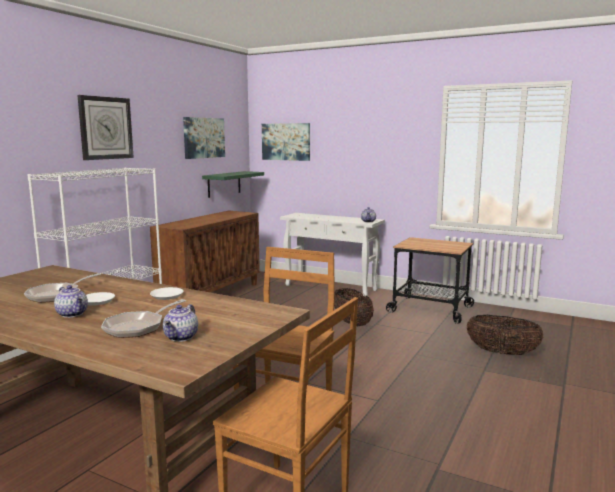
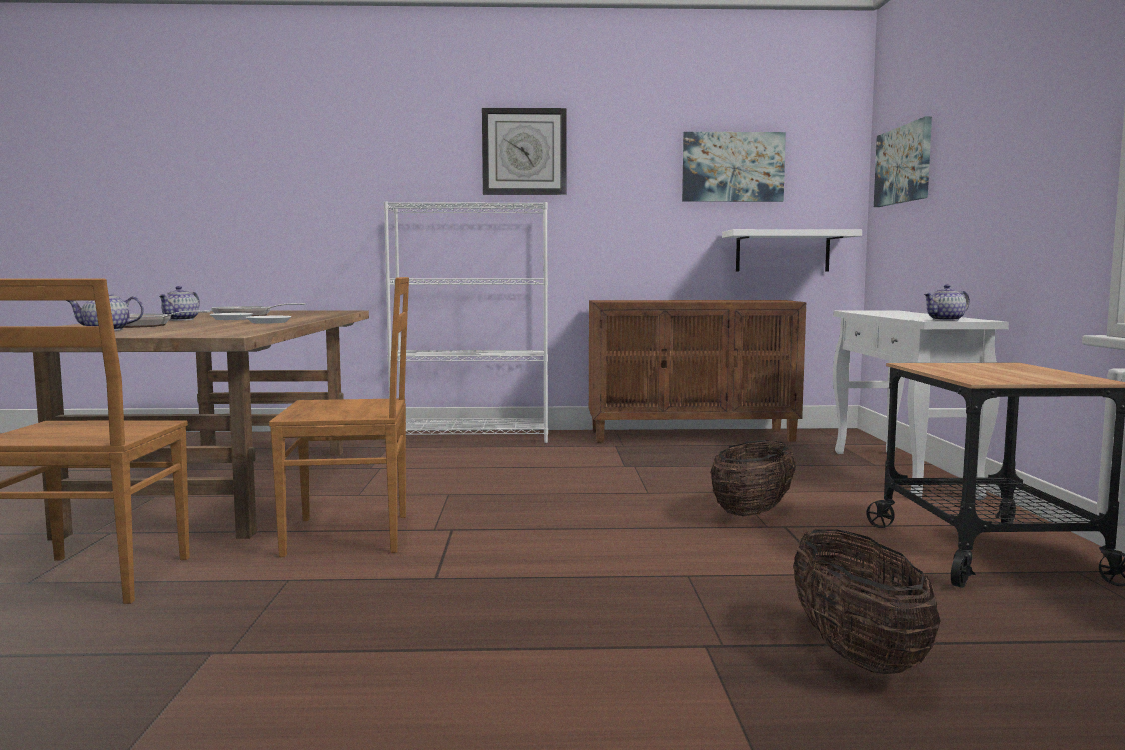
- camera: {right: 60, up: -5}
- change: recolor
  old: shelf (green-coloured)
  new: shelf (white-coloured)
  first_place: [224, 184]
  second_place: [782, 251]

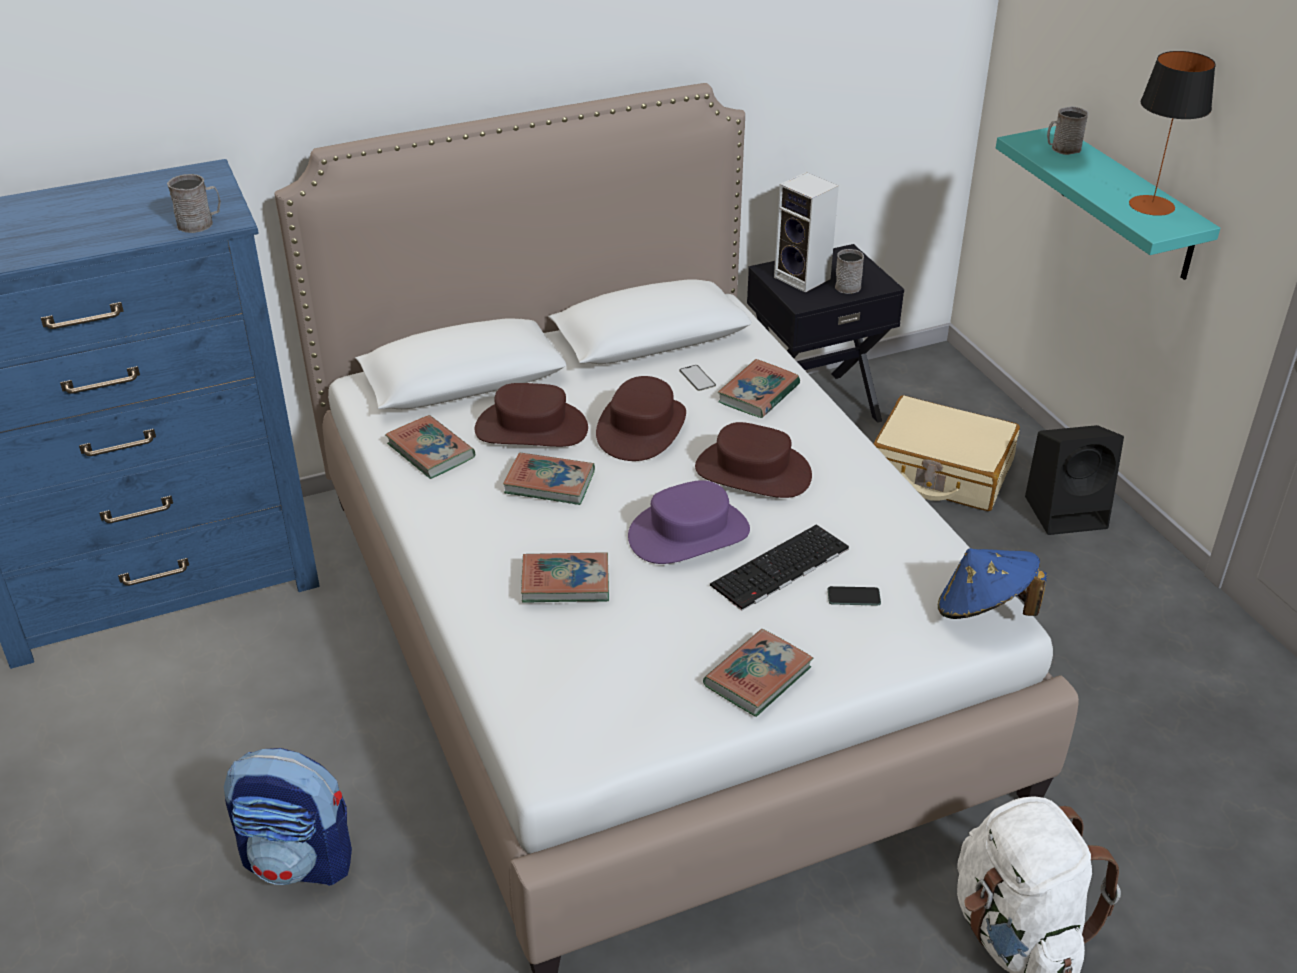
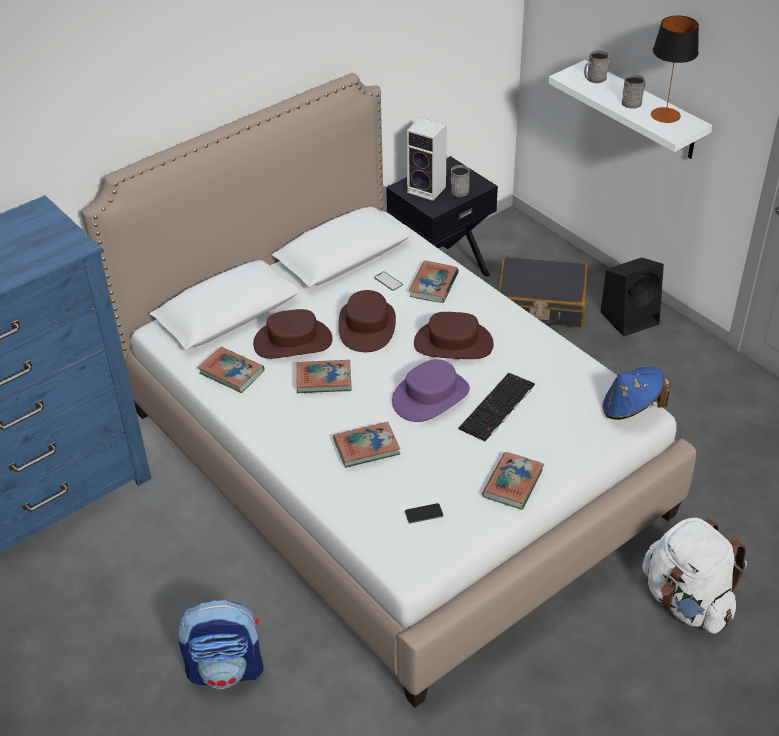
- camera: {right: -15, up: 5}
- change: move
  old: telephone
  first_place: [853, 597]
  second_place: [424, 514]
- change: recolor
  old: suitcase (beige-coloured)
  new: suitcase (black-coloured)
  first_place: [941, 470]
  second_place: [541, 304]
- change: recolor
  old: shelf (turquoise-coloured)
  new: shelf (white-coloured)
  first_place: [1128, 204]
  second_place: [643, 111]
- change: move
  old: tea mug (grey)
  first_place: [200, 223]
  second_place: [633, 102]

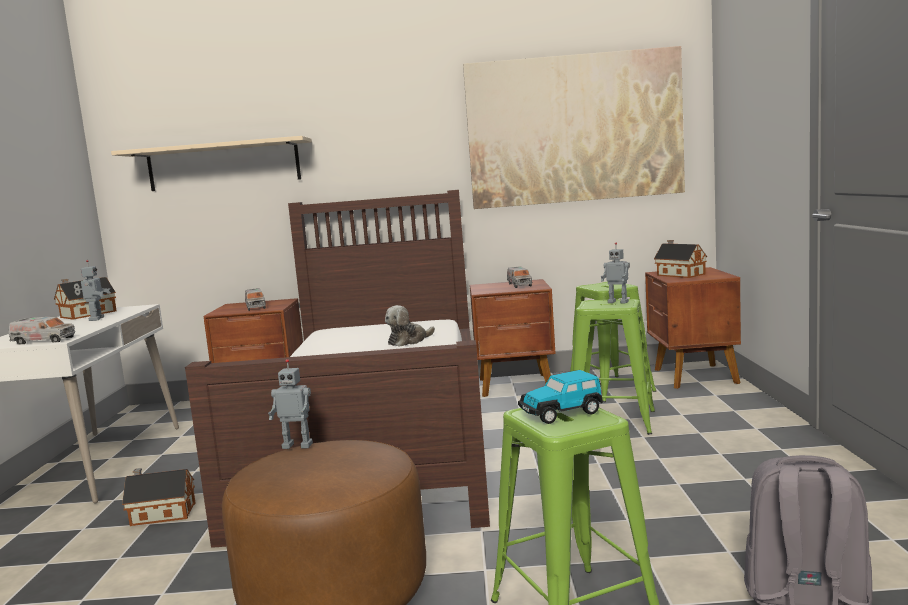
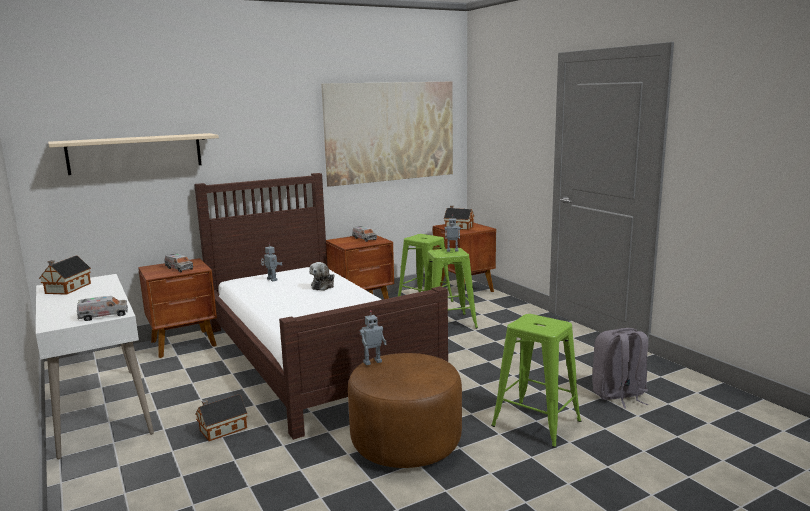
- camera: {right: -30, up: 5}
- change: move
  old: toy robot
  first_place: [95, 319]
  second_place: [271, 280]
- change: delete
  old: toy car
  first_place: [562, 412]

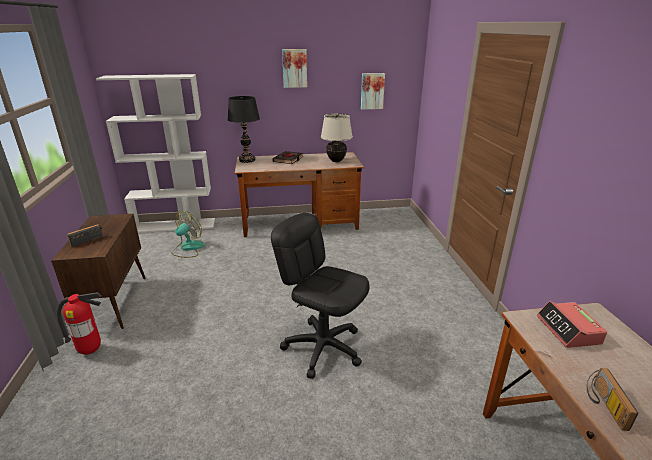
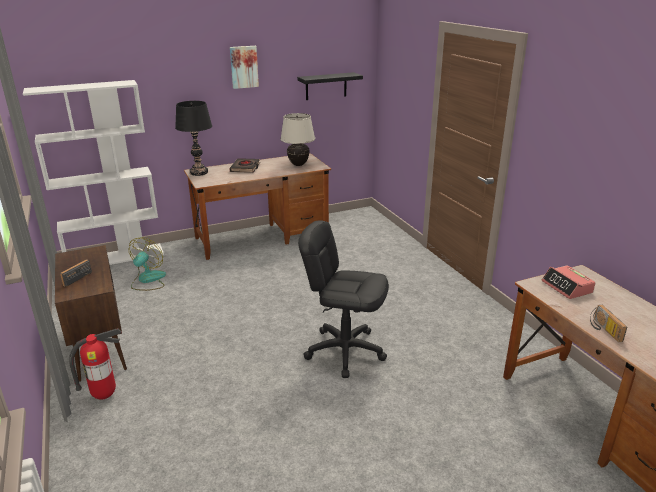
- camera: {right: -15, up: 0}
- change: replace
  old: wall art
  new: shelf (black-coloured)
  first_place: [372, 91]
  second_place: [326, 86]

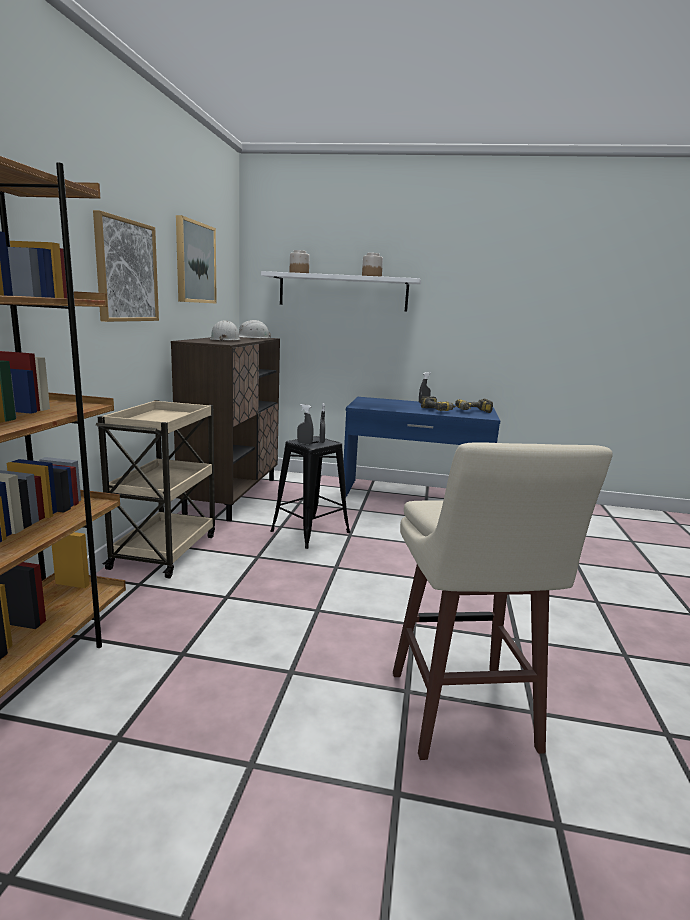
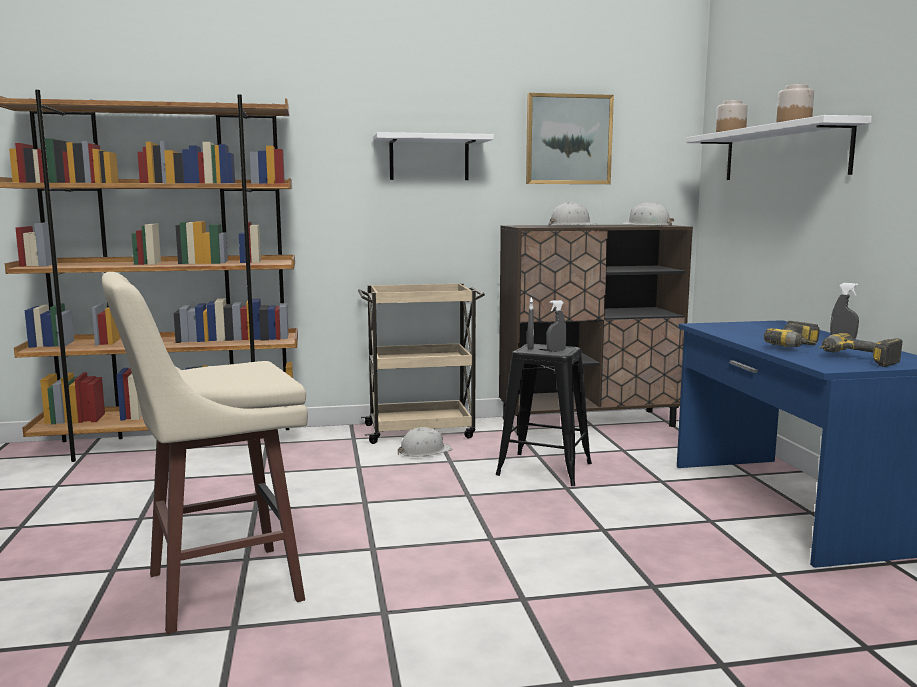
- camera: {right: 70, up: -5}
- change: replace
  old: wall art
  new: shelf (white-coloured)
  first_place: [126, 271]
  second_place: [429, 158]
- change: insert
  new: work helmet (white-coloured)
  second_place: [424, 451]

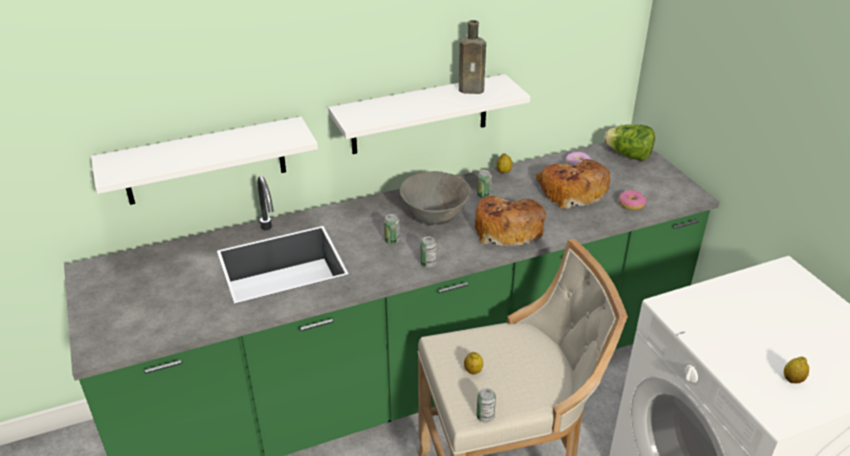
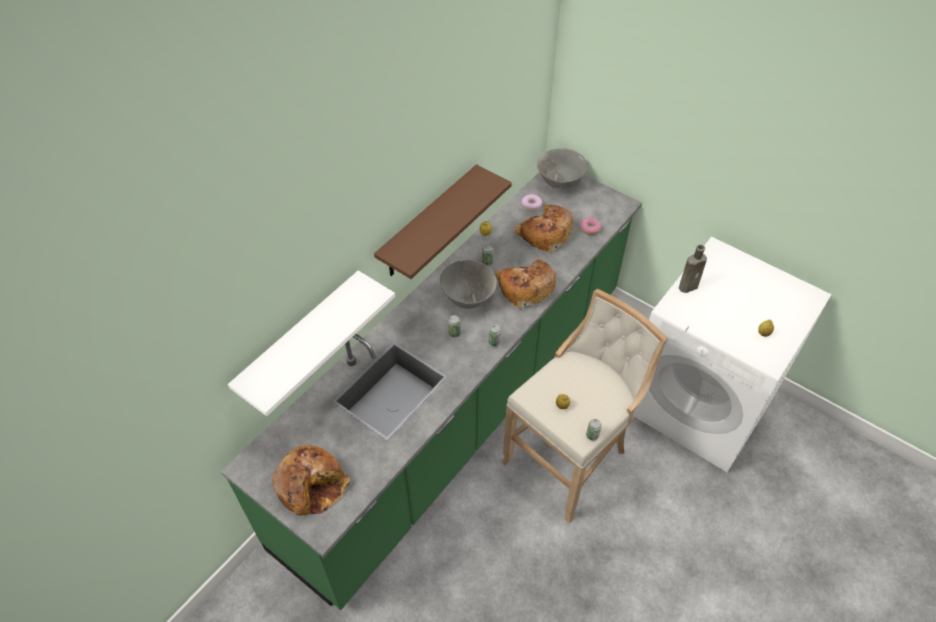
- camera: {right: -30, up: 15}
- change: insert
  new: bread
  second_place: [311, 484]
- change: recolor
  old: shelf (white-coloured)
  new: shelf (brownish)
  first_place: [420, 115]
  second_place: [428, 223]
- change: replace
  old: lettuce
  new: serving bowl (grey)
  first_place: [628, 155]
  second_place: [560, 182]
- change: move
  old: beverage bottle (brownish)
  first_place: [473, 90]
  second_place: [689, 286]

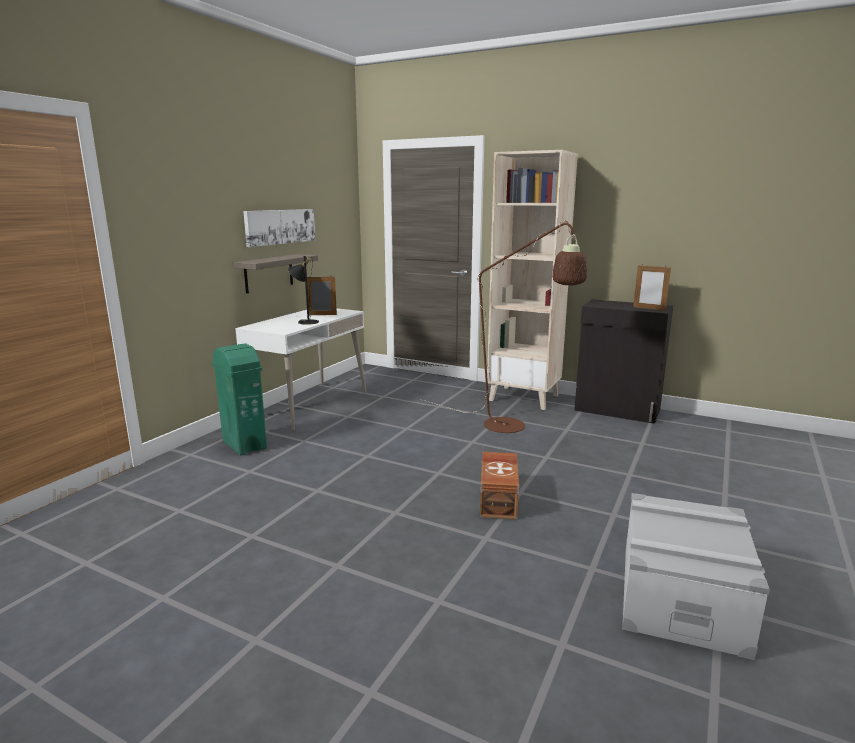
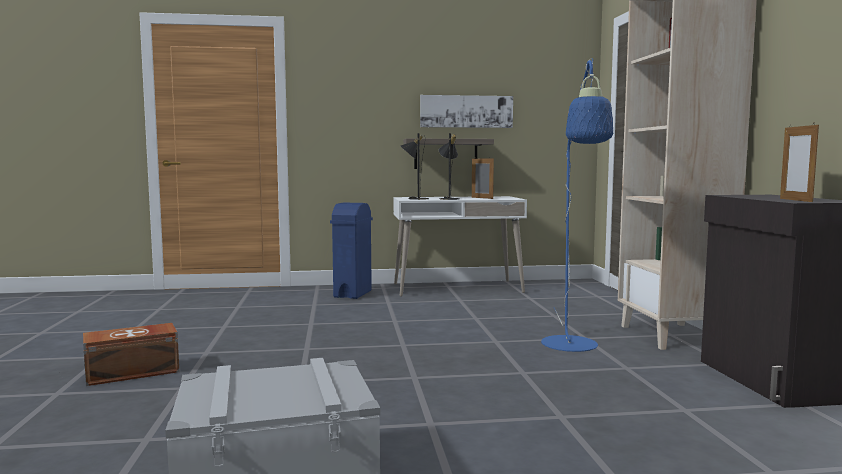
- camera: {right: 55, up: -10}
- change: move
  old: storage container (brownish)
  first_place: [499, 499]
  second_place: [134, 372]
- change: recolor
  old: rubbish bin (green-coloured)
  new: rubbish bin (blue)
  first_place: [244, 444]
  second_place: [353, 294]
- change: insert
  new: lamp for a table (black-coloured)
  second_place: [414, 198]
- change: recolor
  old: floor lamp (brownish)
  new: floor lamp (blue)
  first_place: [514, 427]
  second_place: [572, 348]

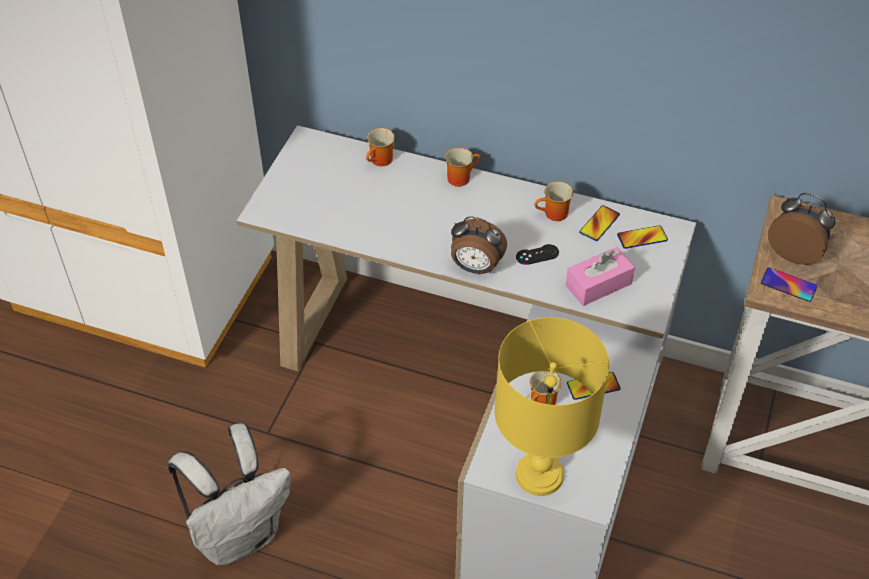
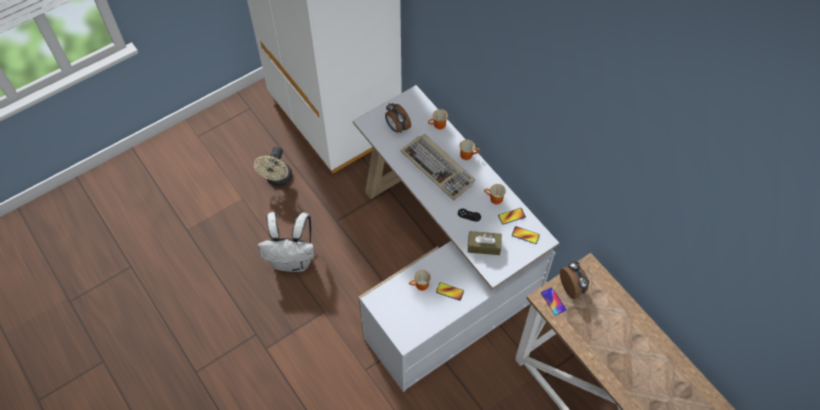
- camera: {right: 35, up: 10}
- change: insert
  new: cooling fan (beige-coloured)
  second_place: [278, 180]
- change: move
  old: bedside clock
  first_place: [475, 267]
  second_place: [397, 127]
- change: insert
  new: PC keyboard
  second_place: [438, 168]
- change: recolor
  old: tissue box (pinkish)
  new: tissue box (brownish)
  first_place: [598, 284]
  second_place: [484, 246]
- change: delete
  old: lamp for a table (yellowish)
  first_place: [539, 476]

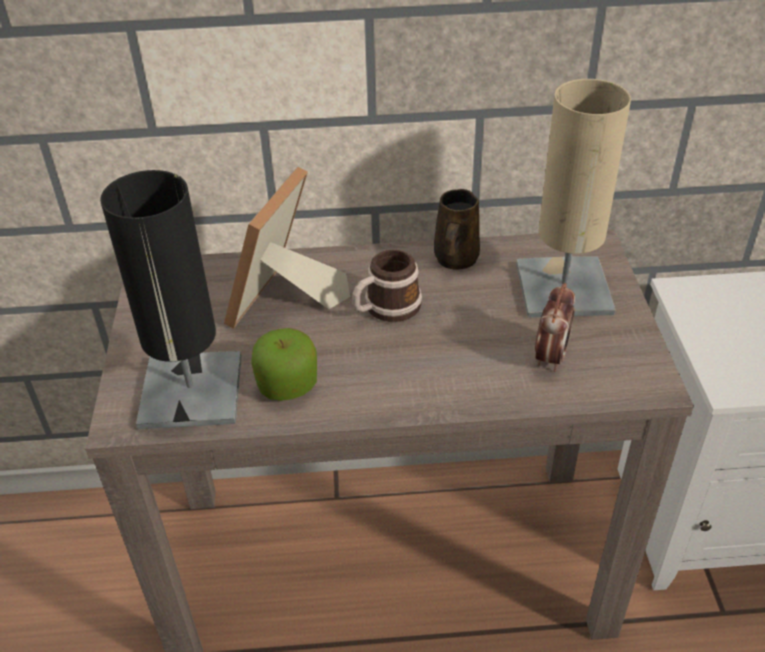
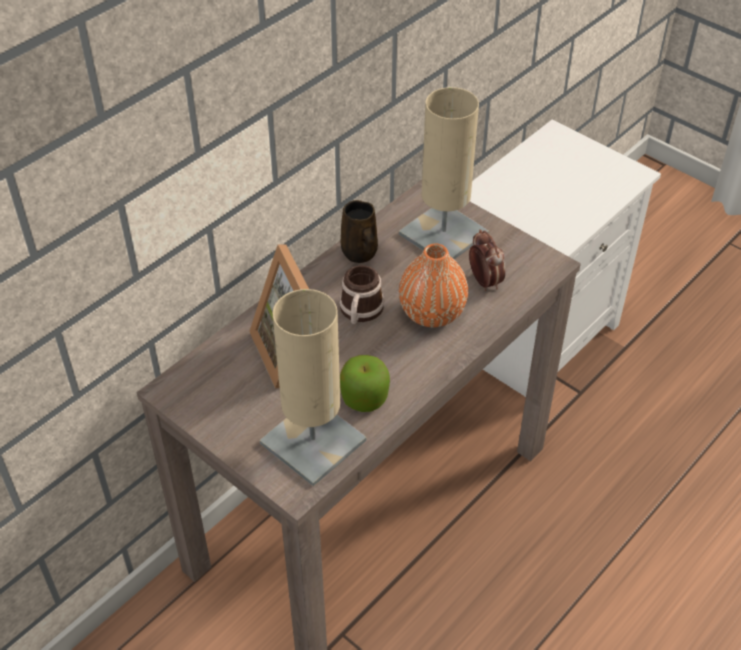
- camera: {right: -45, up: 5}
- change: recolor
  old: lamp for a table (black-coloured)
  new: lamp for a table (beige-coloured)
  first_place: [191, 391]
  second_place: [313, 442]
- change: insert
  new: flower vase (orange-coloured)
  second_place: [432, 313]

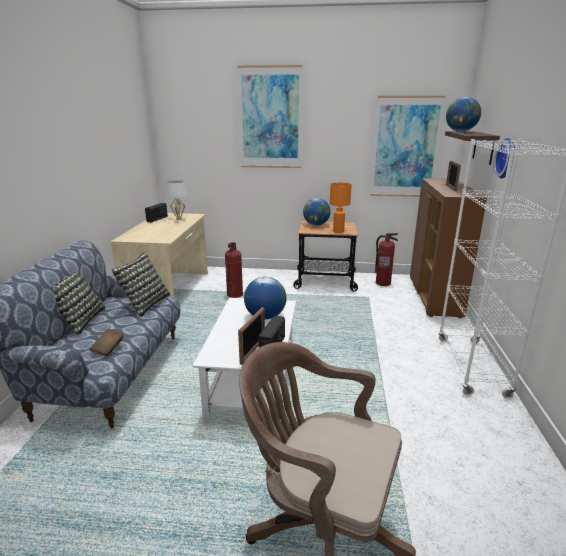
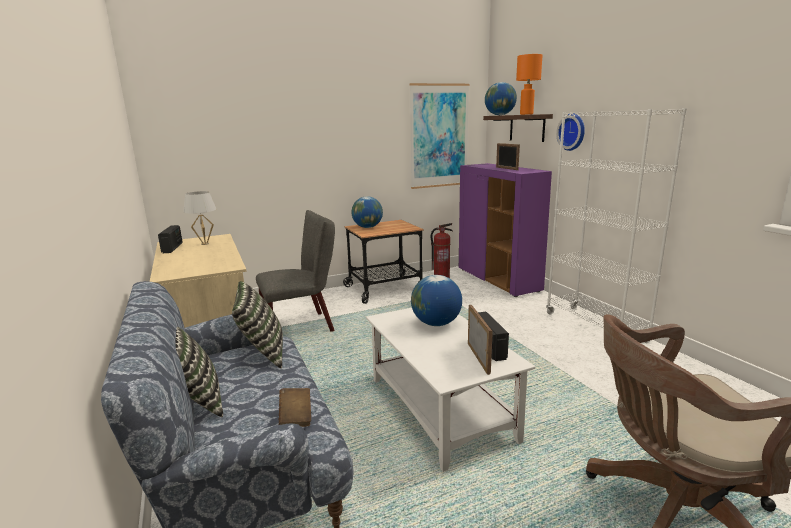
- camera: {right: -30, up: -5}
- change: replace
  old: fire-fighting cylinder
  new: plain chair (grey)
  first_place: [235, 294]
  second_place: [302, 326]
- change: recolor
  old: cabinet (brownish)
  new: cabinet (purple-coloured)
  first_place: [434, 297]
  second_place: [498, 280]
- change: move
  old: lamp for a table (orange-coloured)
  first_place: [338, 231]
  second_place: [526, 114]
- change: delete
  old: wall art
  first_place: [270, 118]

